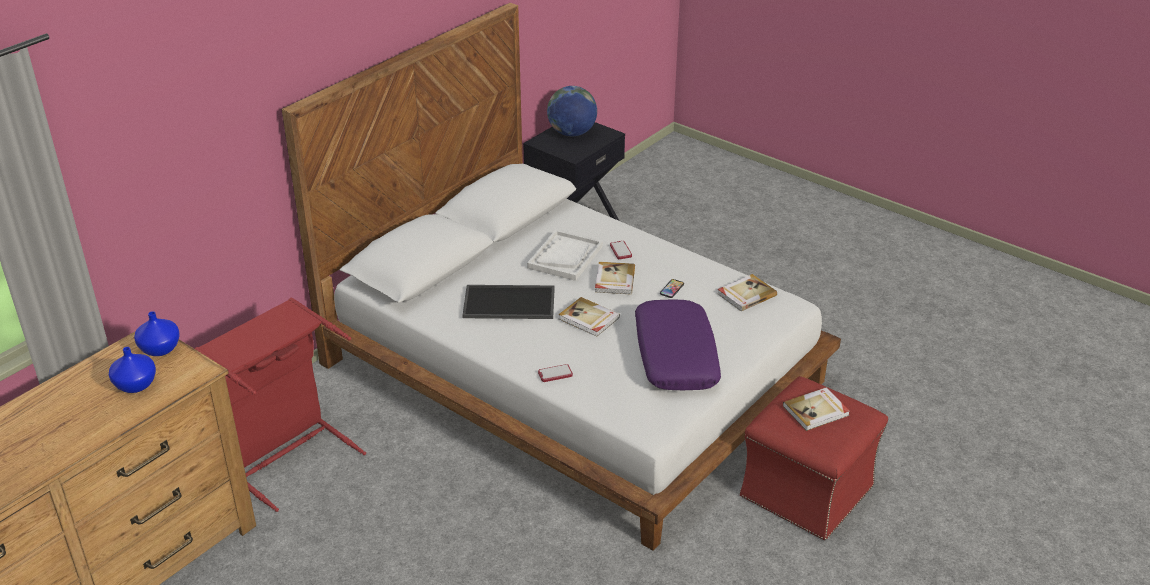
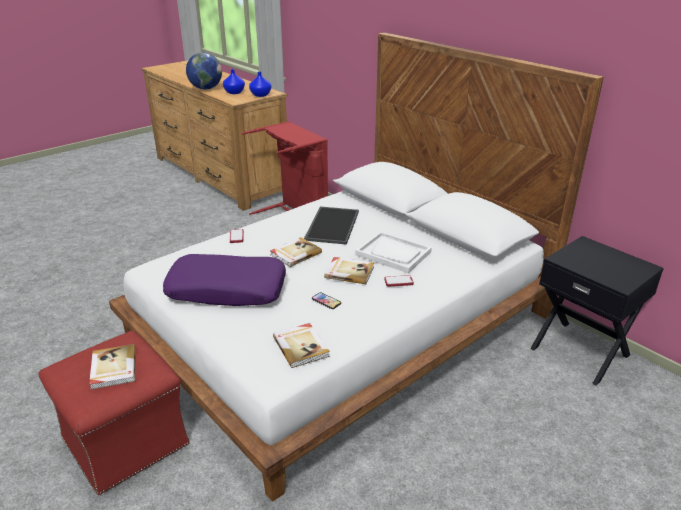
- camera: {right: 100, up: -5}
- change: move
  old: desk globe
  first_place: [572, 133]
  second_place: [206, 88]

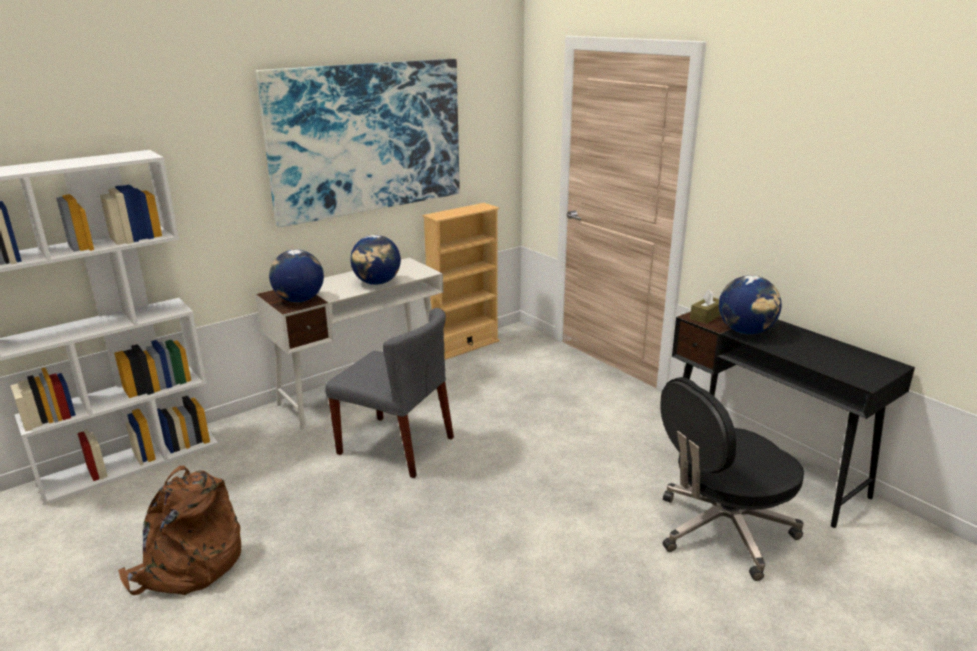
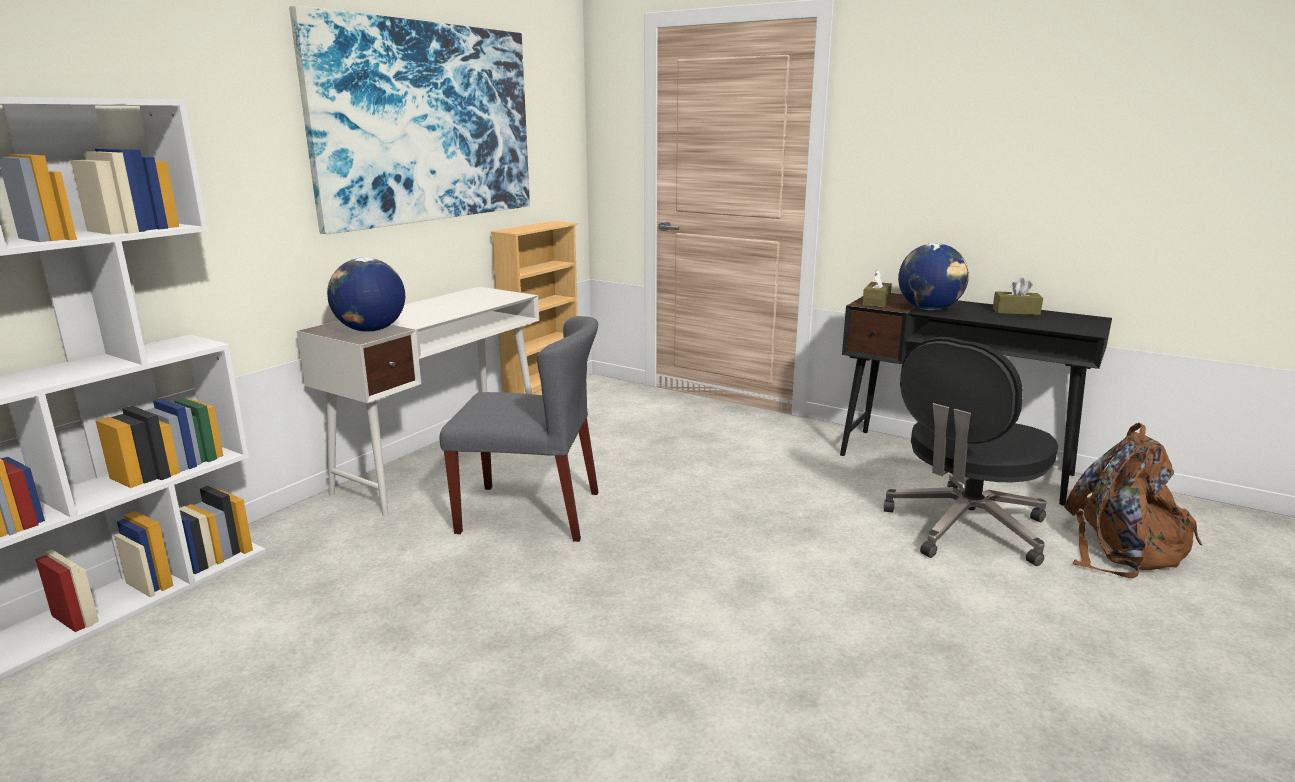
- camera: {right: -20, up: -5}
- change: insert
  new: tissue box (brownish)
  second_place: [1016, 311]
- change: move
  old: knapsack (brownish)
  first_place: [188, 565]
  second_place: [1121, 547]
- change: delete
  old: desk globe
  first_place: [377, 283]

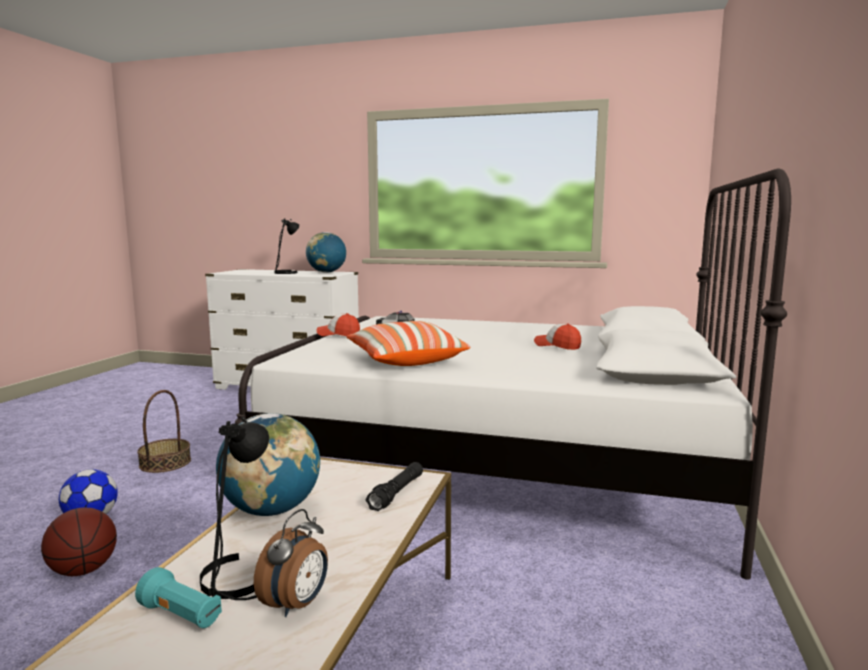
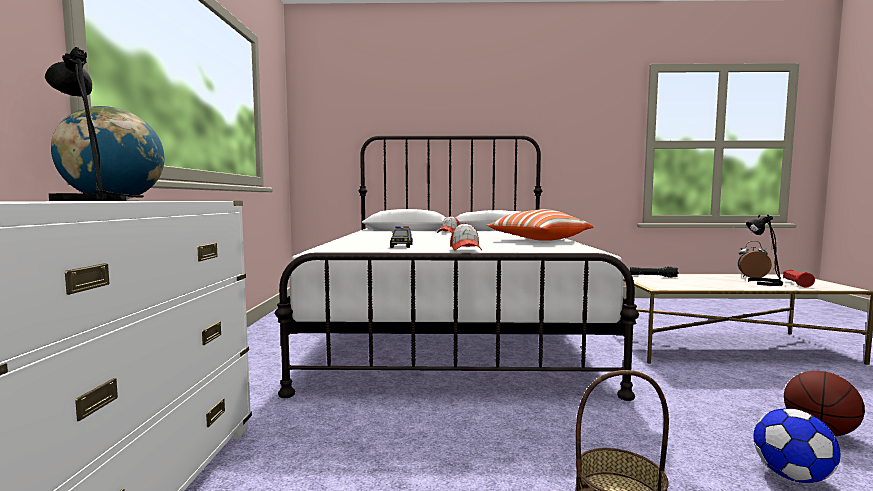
- camera: {right: -105, up: -5}
- change: recolor
  old: flashlight (turquoise-coloured)
  new: flashlight (reddish)
  first_place: [181, 616]
  second_place: [796, 284]
- change: delete
  old: desk globe
  first_place: [272, 510]

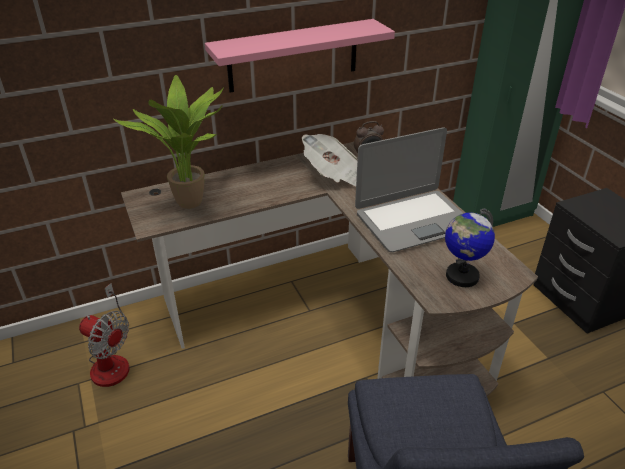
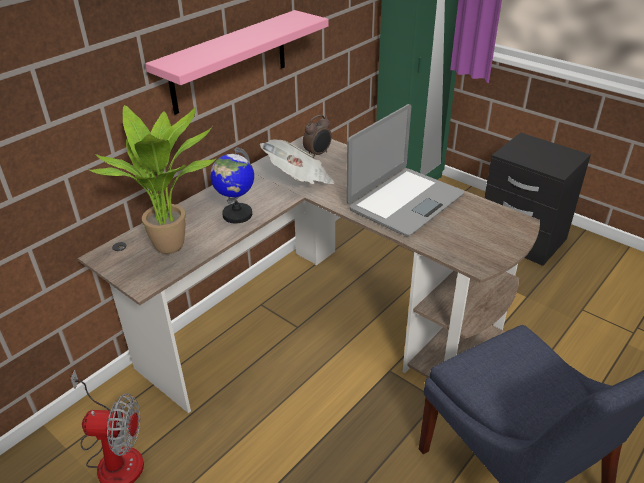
- camera: {right: -25, up: 0}
- change: move
  old: desk globe
  first_place: [461, 276]
  second_place: [237, 215]

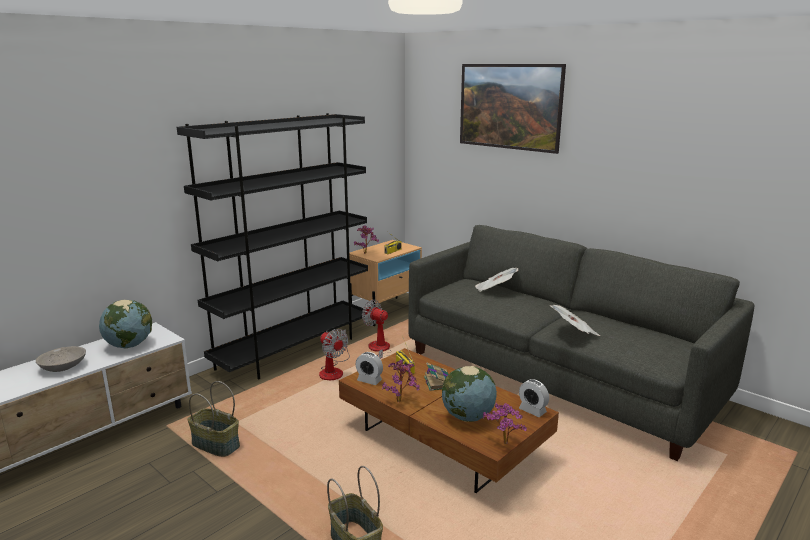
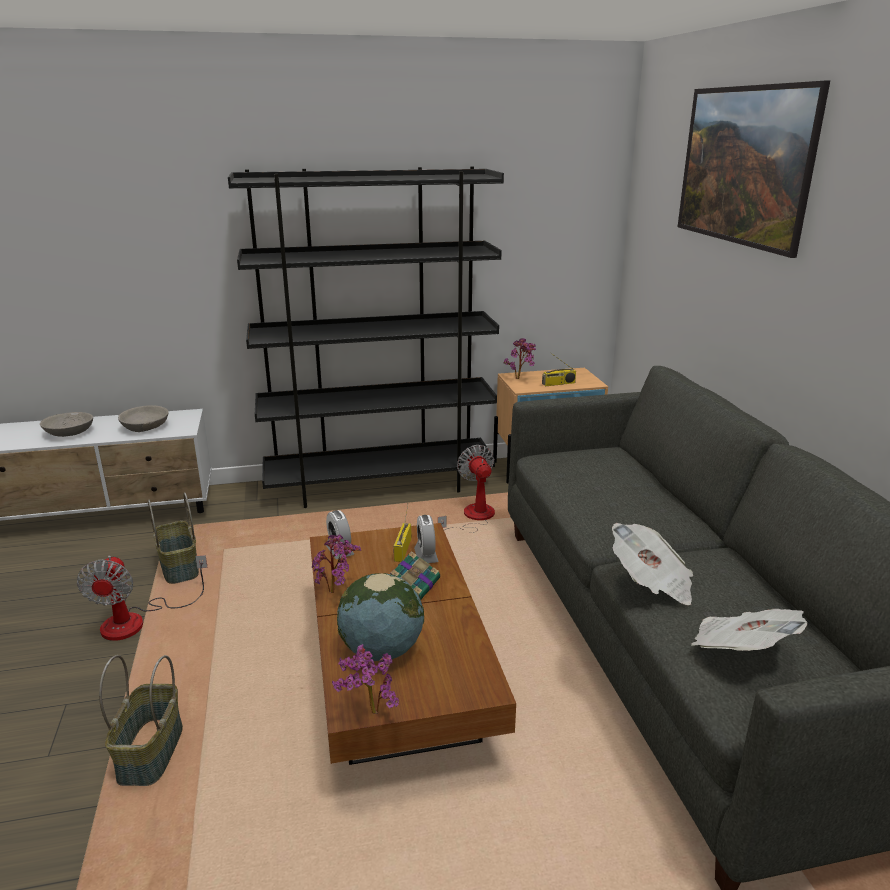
- camera: {right: 35, up: 5}
- change: move
  old: cooling fan
  first_place: [334, 370]
  second_place: [137, 620]
- change: replace
  old: desk globe
  new: serving bowl (grey)
  first_place: [129, 345]
  second_place: [145, 427]
- change: move
  old: bedside clock
  first_place: [532, 410]
  second_place: [426, 556]
- change: move
  old: printed paper
  first_place: [494, 290]
  second_place: [740, 650]

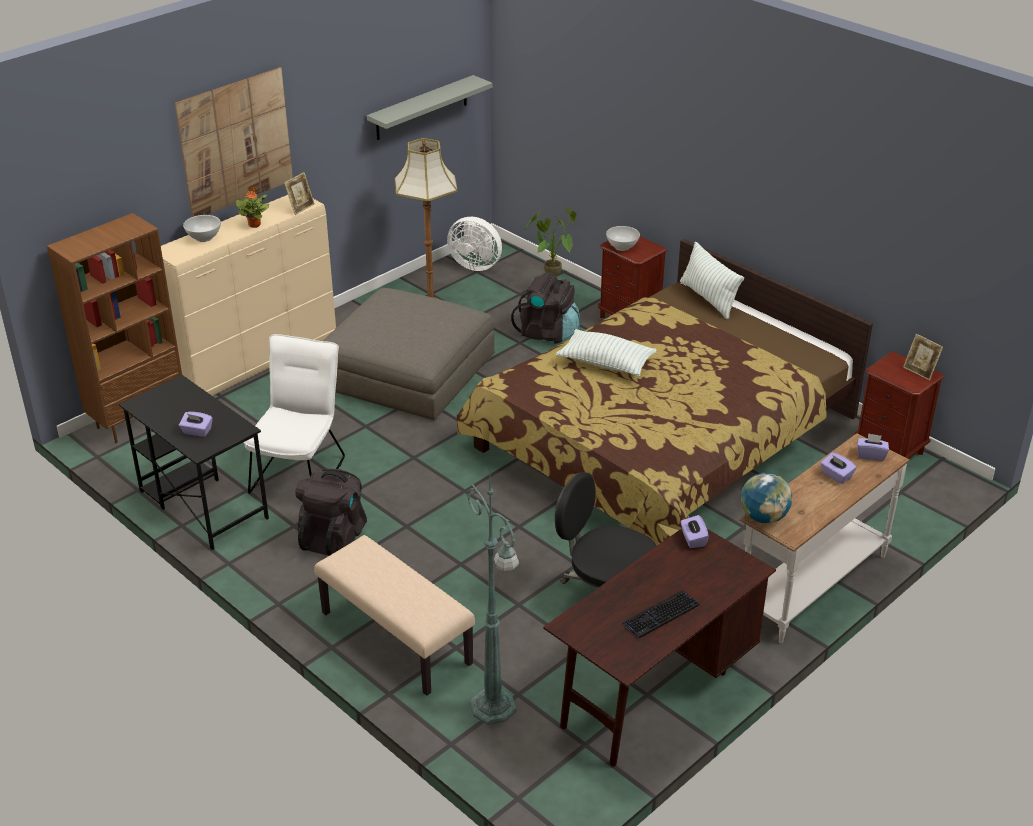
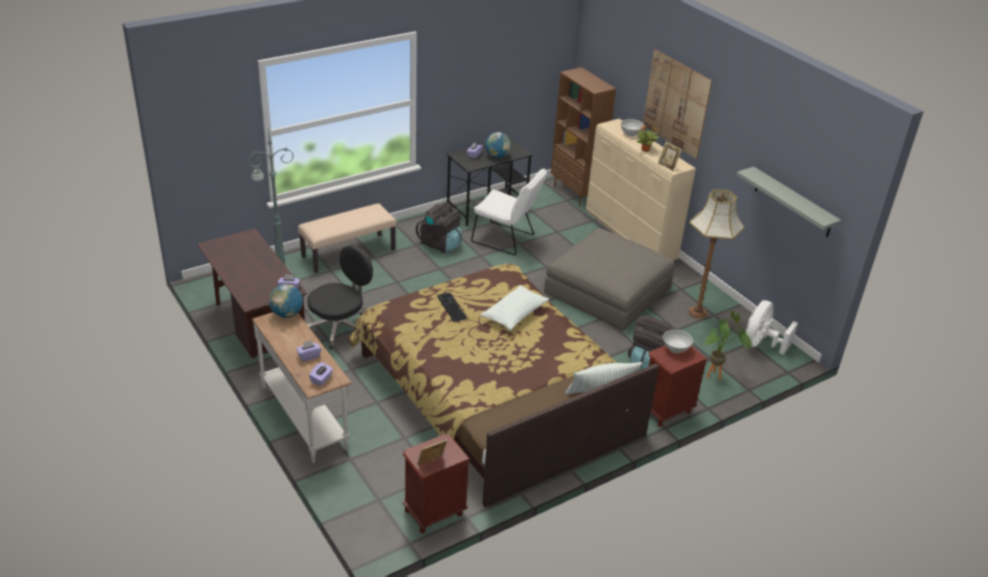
- camera: {right: 100, up: 0}
- change: move
  old: PC keyboard
  first_place: [661, 615]
  second_place: [451, 307]
- change: insert
  new: desk globe
  second_place: [497, 156]

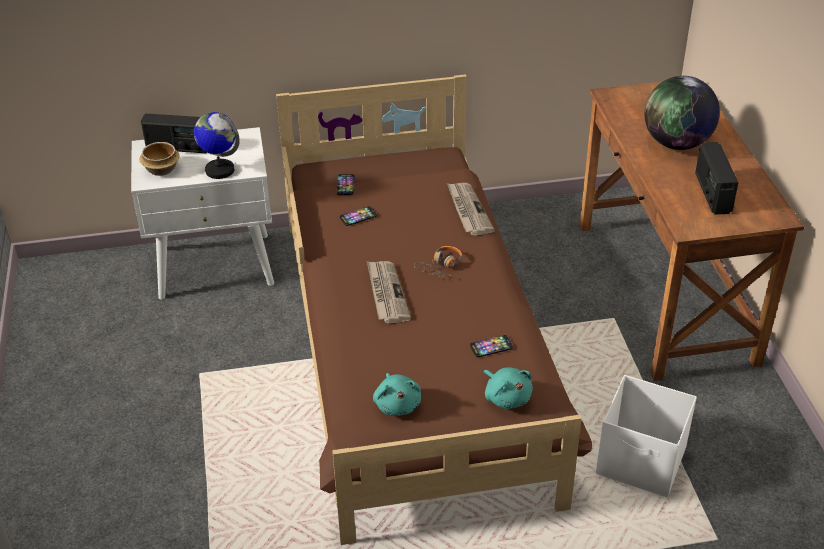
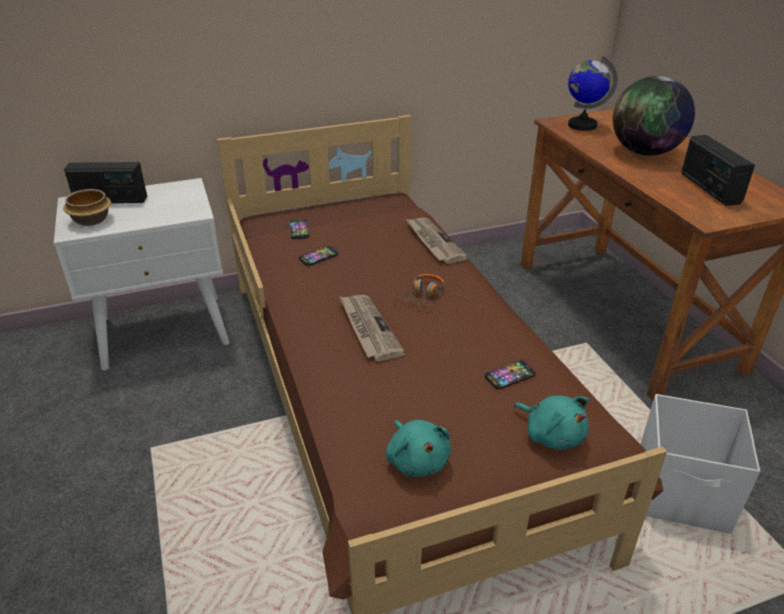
- camera: {right: -10, up: -5}
- change: move
  old: desk globe
  first_place: [219, 170]
  second_place: [582, 125]

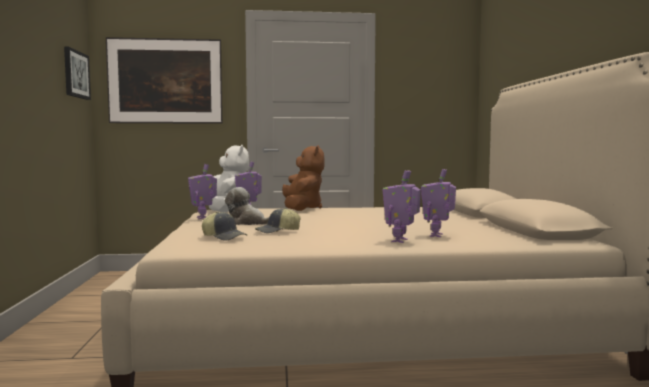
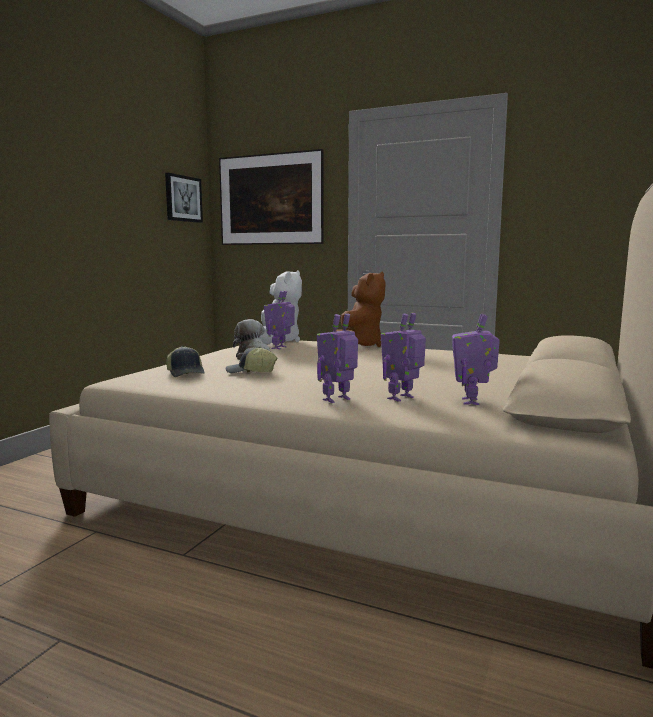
- camera: {right: 30, up: 5}
- change: move
  old: toy robot
  first_place: [203, 218]
  second_place: [472, 401]

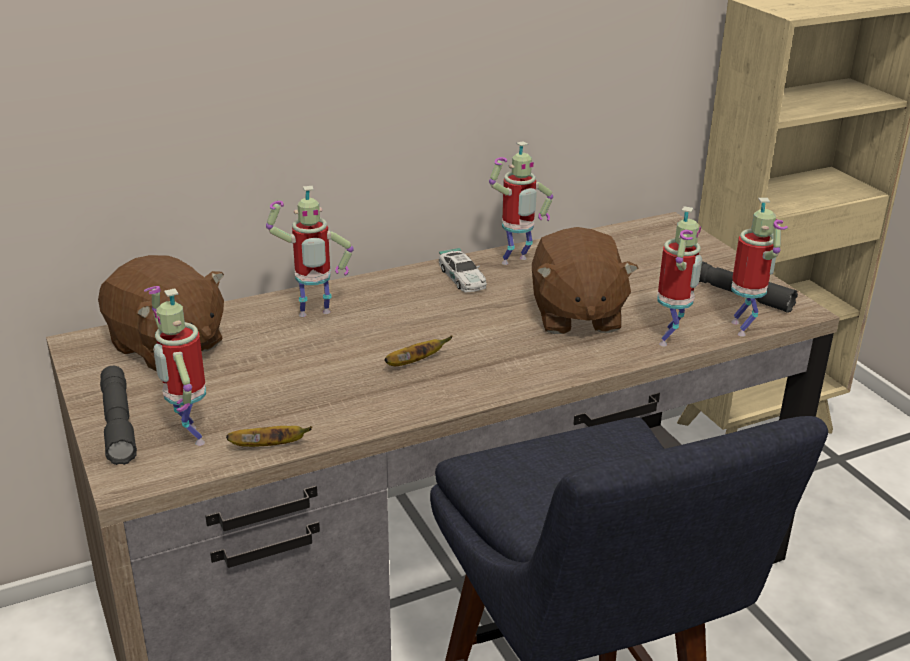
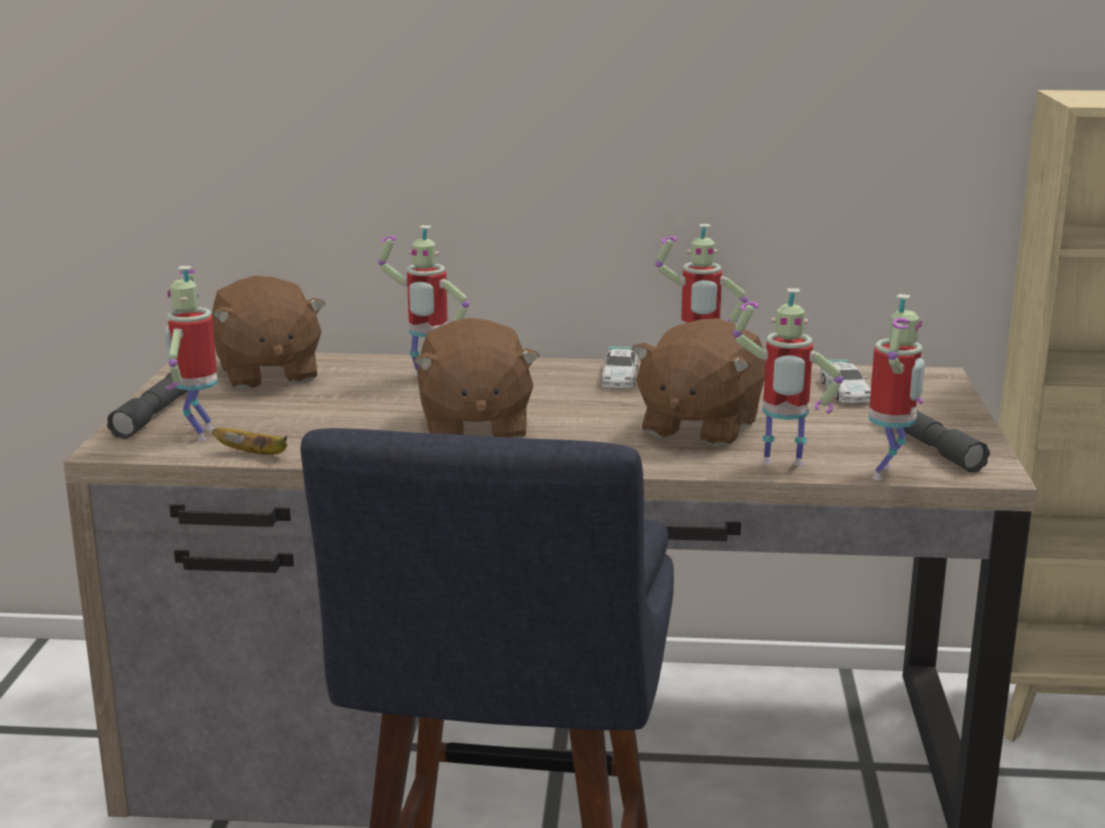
- camera: {right: 30, up: -10}
- change: replace
  old: banana
  new: cuddly toy (brownish)
  first_place: [414, 362]
  second_place: [473, 427]
- change: rotate
  old: toy robot
  first_place: [670, 340]
  second_place: [781, 465]
  degrees: 45
- change: insert
  new: toy car
  second_place: [845, 391]

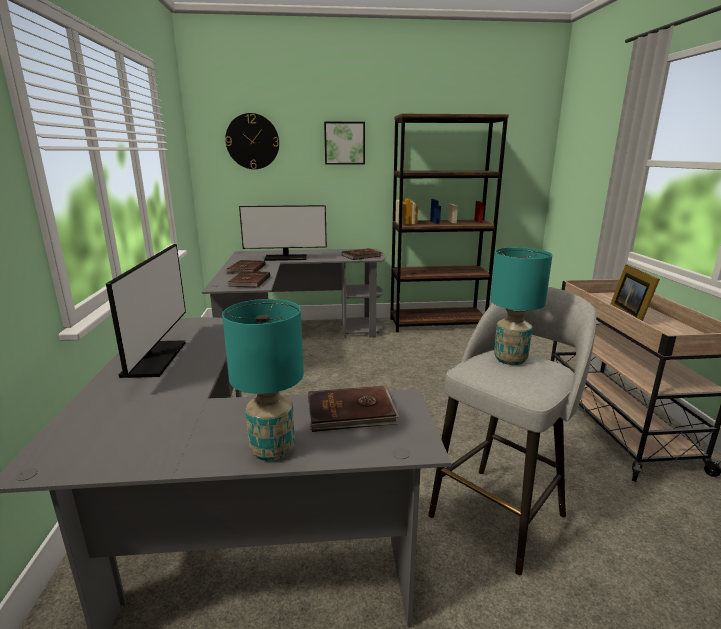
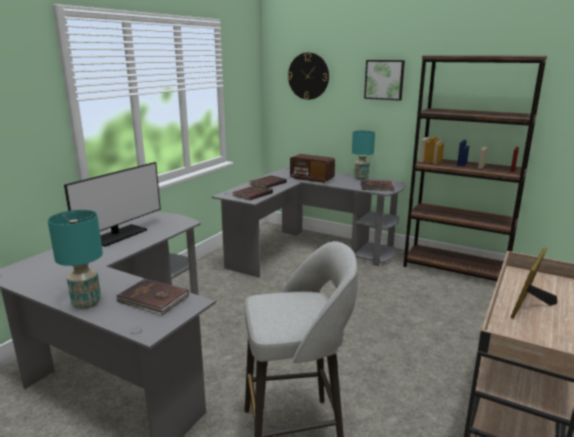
- camera: {right: 35, up: 0}
- change: replace
  old: computer display
  new: radio
  first_place: [286, 258]
  second_place: [312, 179]
- change: move
  old: lamp for a table (turquoise-coloured)
  first_place: [510, 359]
  second_place: [361, 178]

